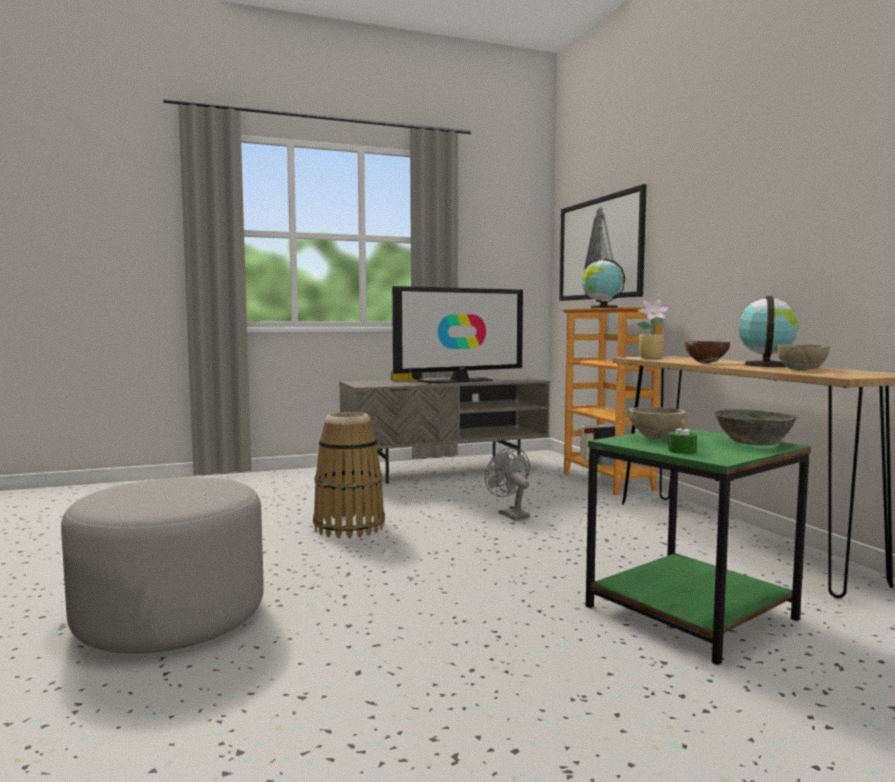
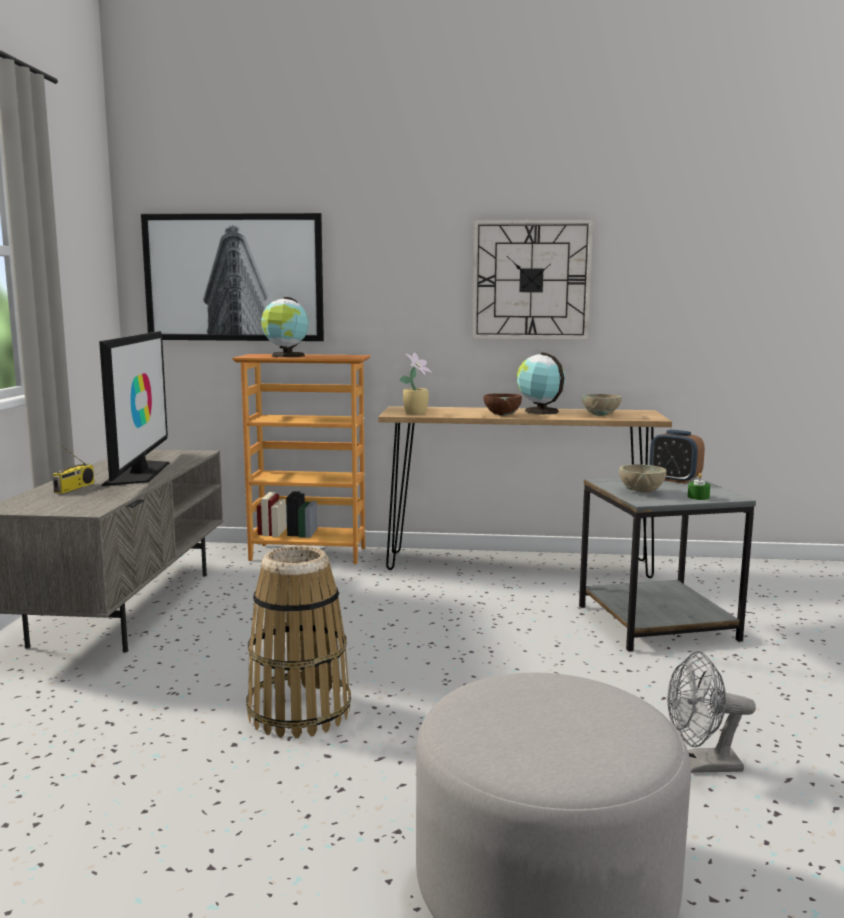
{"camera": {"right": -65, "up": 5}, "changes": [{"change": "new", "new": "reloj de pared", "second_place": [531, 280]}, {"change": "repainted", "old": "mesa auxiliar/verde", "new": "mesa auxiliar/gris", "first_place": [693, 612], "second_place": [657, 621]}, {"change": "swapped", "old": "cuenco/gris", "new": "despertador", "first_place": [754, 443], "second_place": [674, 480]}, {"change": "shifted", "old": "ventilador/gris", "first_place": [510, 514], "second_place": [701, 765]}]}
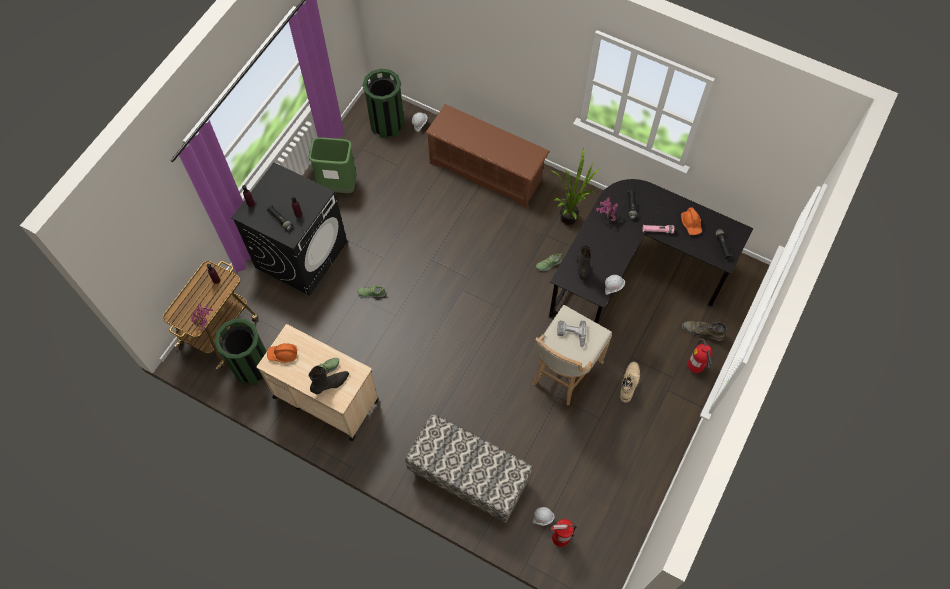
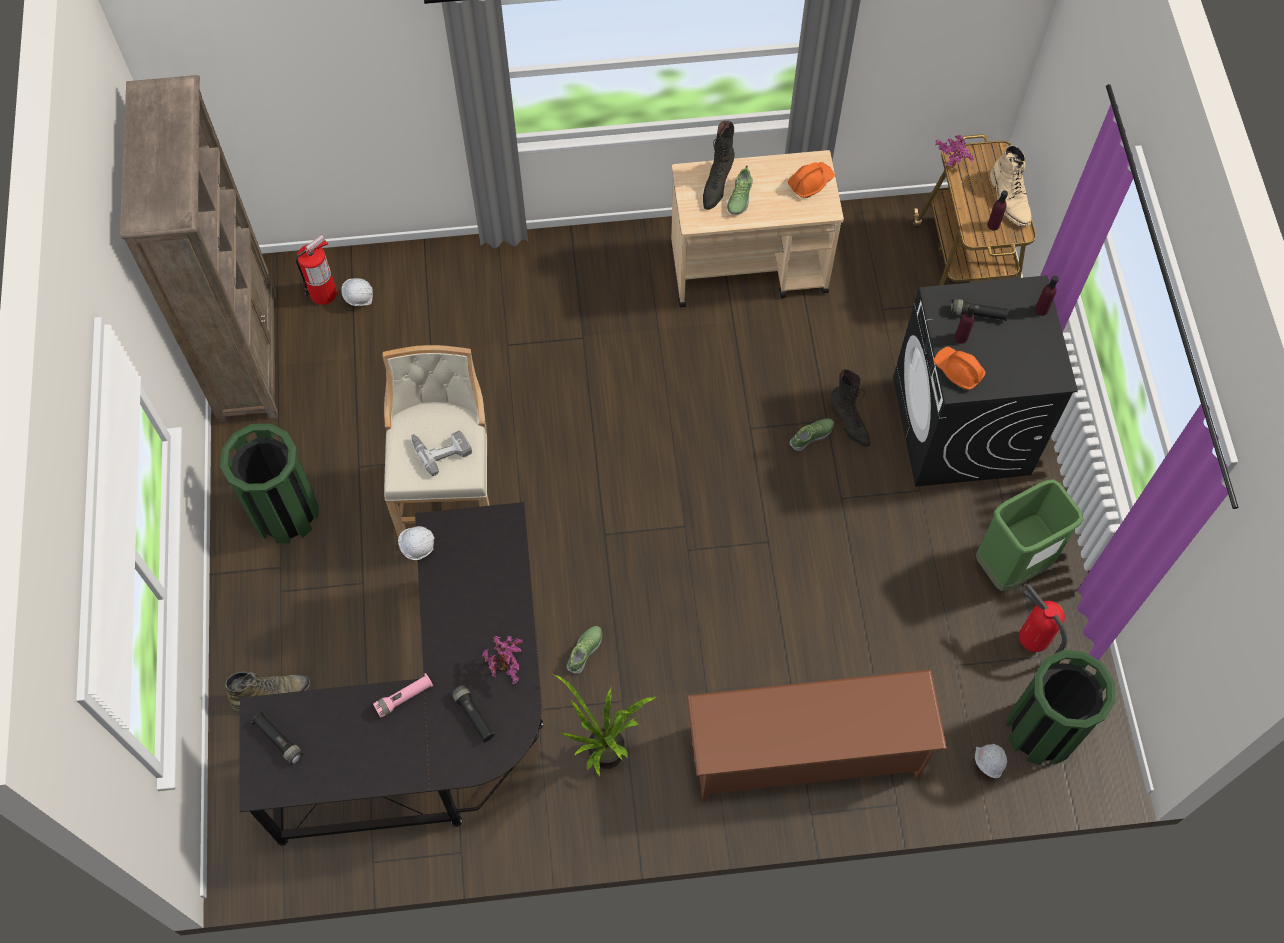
{"camera": {"right": 145, "up": 0}, "changes": [{"change": "new", "new": "estantería/marrón", "second_place": [248, 354]}, {"change": "shifted", "old": "papelera/verde", "first_place": [252, 367], "second_place": [285, 512]}, {"change": "shifted", "old": "bota/negro", "first_place": [582, 265], "second_place": [849, 423]}, {"change": "shifted", "old": "casco/naranja", "first_place": [691, 224], "second_place": [958, 371]}, {"change": "shifted", "old": "bota/beis", "first_place": [629, 382], "second_place": [1009, 198]}, {"change": "shifted", "old": "extintor", "first_place": [695, 367], "second_place": [1030, 642]}, {"change": "gone", "old": "banco", "first_place": [468, 477]}]}
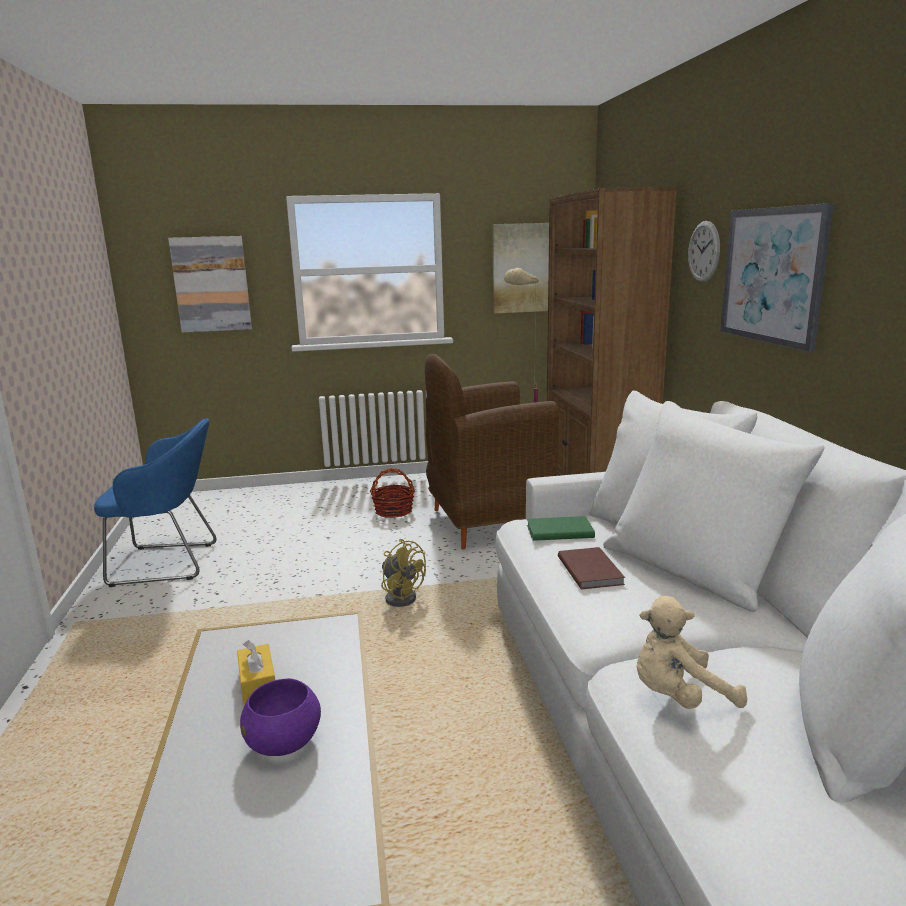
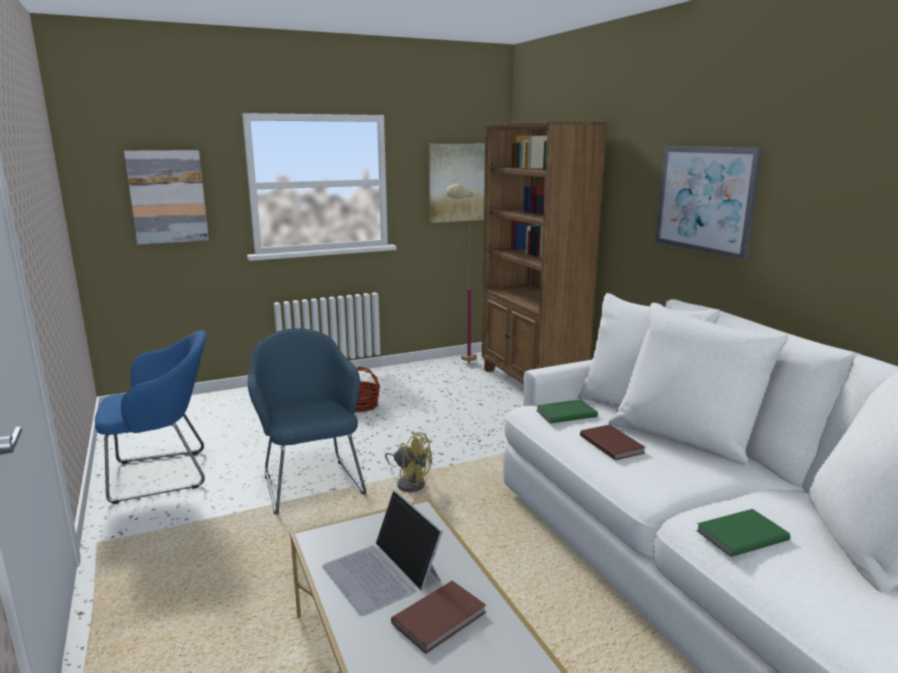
{"camera": {"right": -15, "up": 0}, "changes": [{"change": "new", "new": "sillón/azul", "second_place": [311, 482]}, {"change": "swapped", "old": "caja de pañuelos/amarillo", "new": "portátil", "first_place": [258, 684], "second_place": [382, 573]}, {"change": "swapped", "old": "cuenco/morado", "new": "libro/marrón", "first_place": [284, 743], "second_place": [441, 618]}, {"change": "swapped", "old": "peluche/beis", "new": "libro/verde", "first_place": [679, 697], "second_place": [739, 535]}, {"change": "gone", "old": "sillón/marrón", "first_place": [487, 523]}, {"change": "gone", "old": "reloj de pared", "first_place": [704, 251]}]}
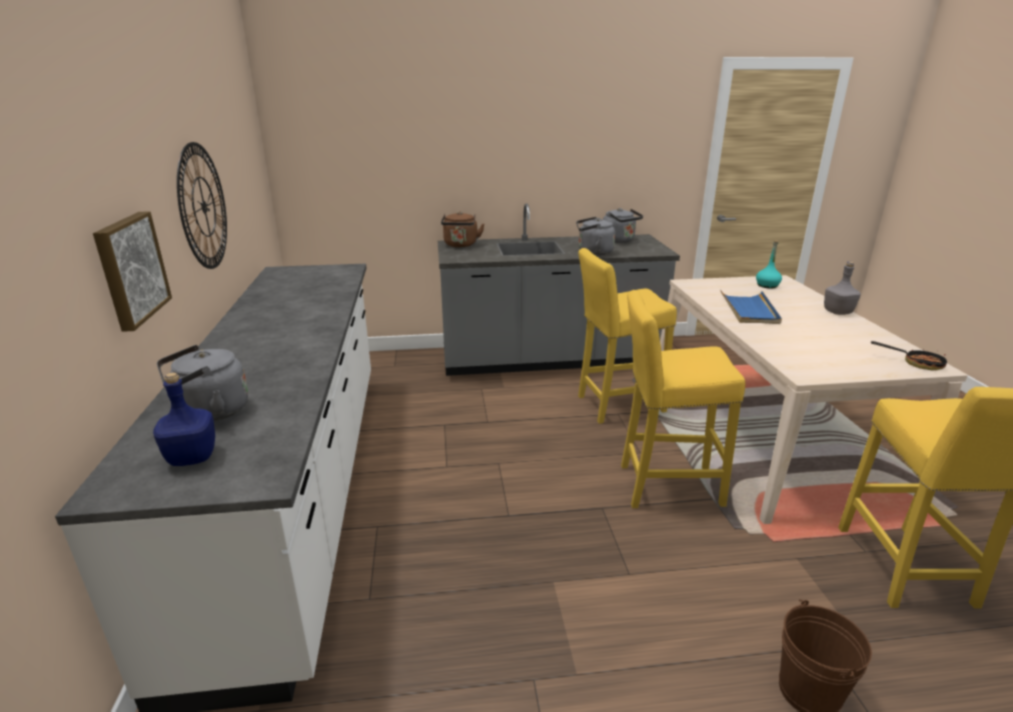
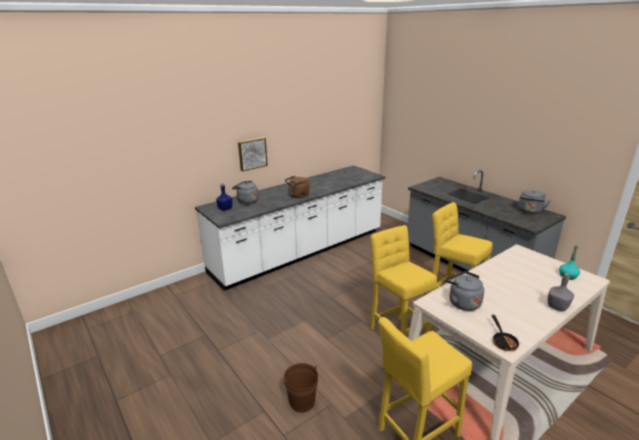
{"camera": {"right": 60, "up": 0}, "changes": [{"change": "shifted", "old": "hervidor/marrón", "first_place": [461, 245], "second_place": [297, 196]}, {"change": "shifted", "old": "hervidor/gris", "first_place": [593, 252], "second_place": [462, 302]}, {"change": "gone", "old": "reloj de pared", "first_place": [203, 207]}, {"change": "gone", "old": "bandeja/azul", "first_place": [749, 310]}]}
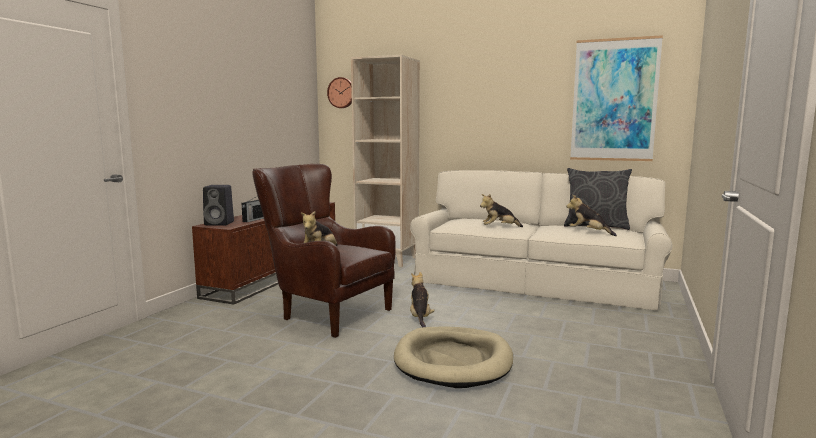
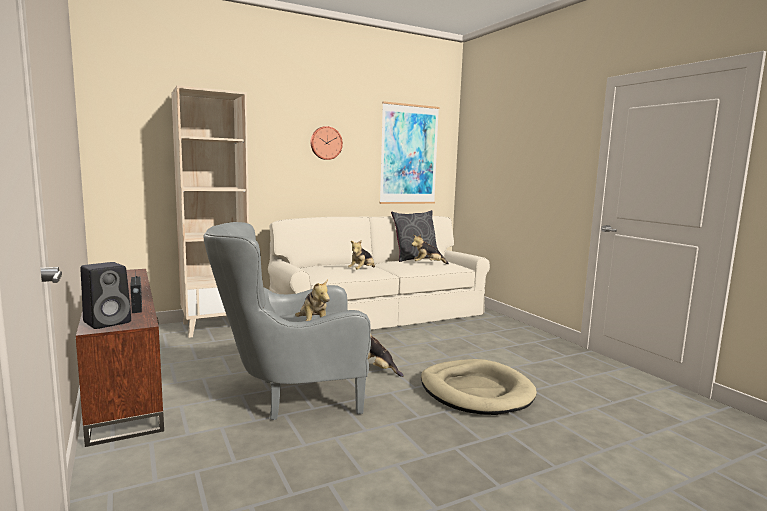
{"camera": {"right": -50, "up": 0}, "changes": [{"change": "repainted", "old": "sillón/marrón", "new": "sillón/gris", "first_place": [324, 312], "second_place": [291, 396]}, {"change": "shifted", "old": "reloj de pared", "first_place": [342, 93], "second_place": [326, 143]}]}
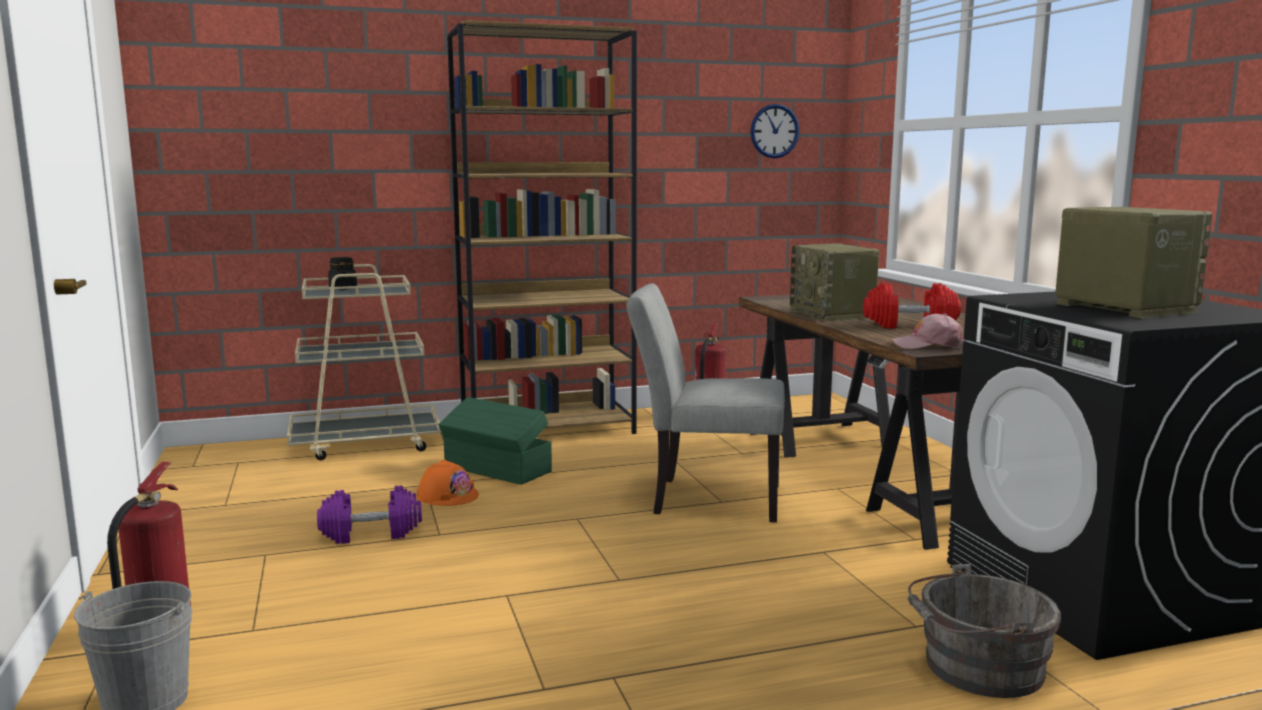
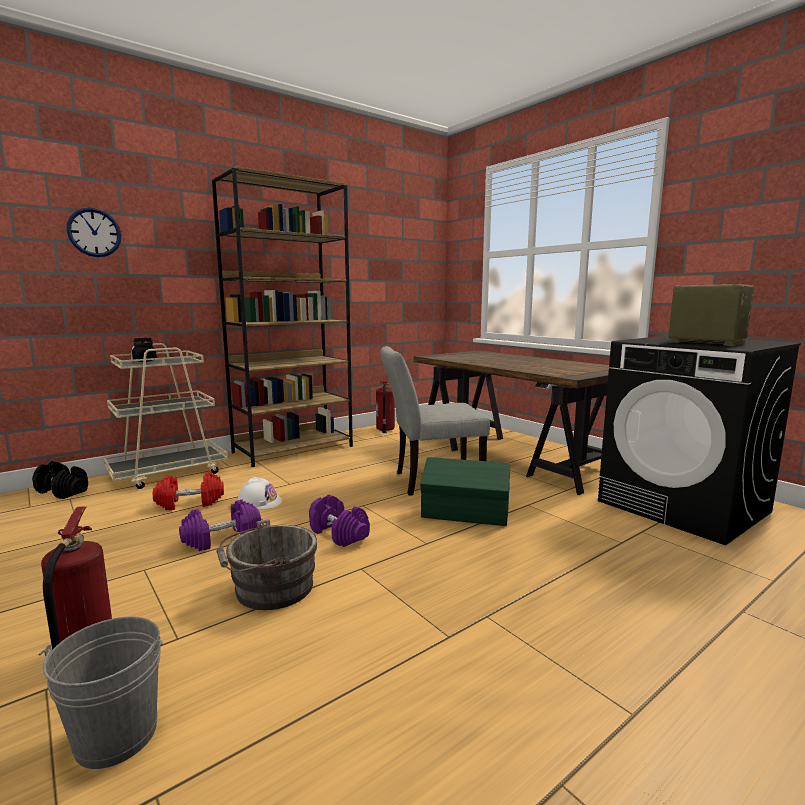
{"camera": {"right": -20, "up": 0}, "changes": [{"change": "new", "new": "mancuerna/negro", "second_place": [62, 491]}, {"change": "shifted", "old": "reloj de pared", "first_place": [774, 131], "second_place": [94, 232]}, {"change": "shifted", "old": "mancuerna/rojo", "first_place": [910, 325], "second_place": [190, 503]}, {"change": "shifted", "old": "cubo/gris", "first_place": [977, 668], "second_place": [269, 589]}, {"change": "repainted", "old": "casco/naranja", "new": "casco/blanco", "first_place": [447, 495], "second_place": [259, 502]}, {"change": "new", "new": "mancuerna/morado", "second_place": [338, 534]}, {"change": "shifted", "old": "caja de almacenaje/verde", "first_place": [497, 469], "second_place": [465, 514]}, {"change": "gone", "old": "radio", "first_place": [833, 314]}, {"change": "gone", "old": "gorra/rosa", "first_place": [928, 345]}]}
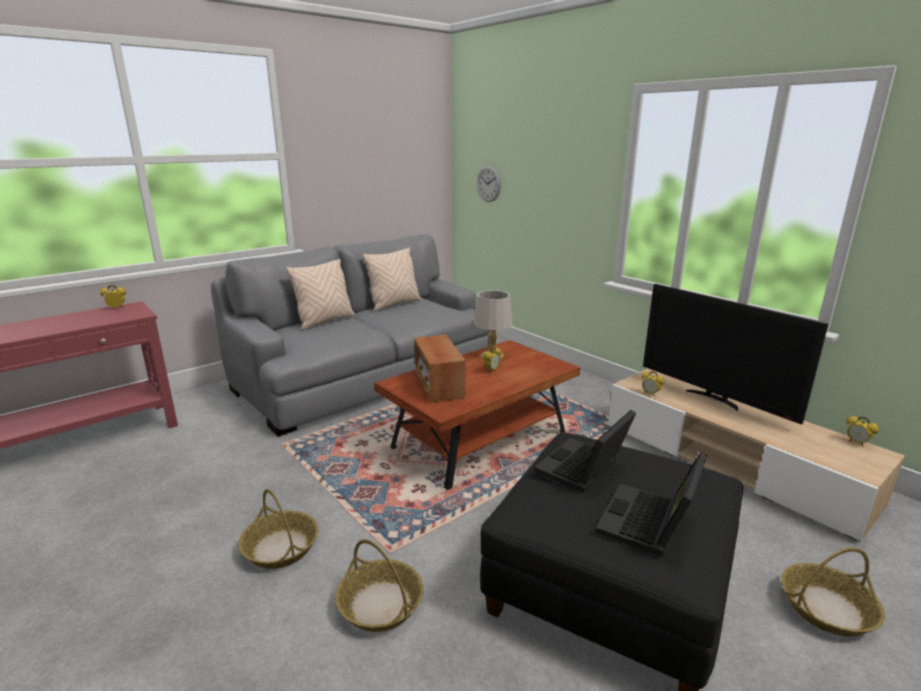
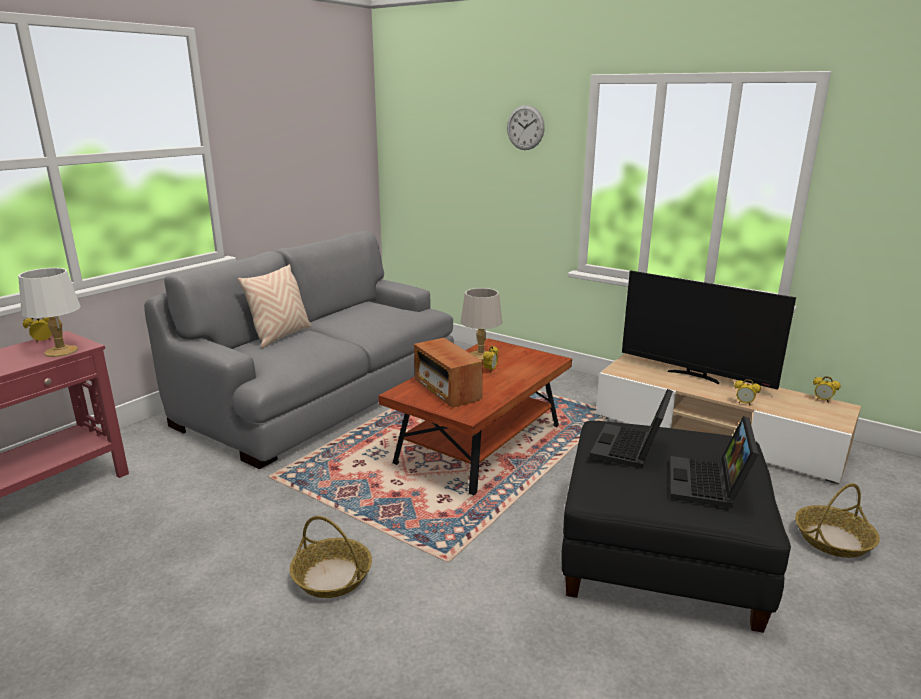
{"camera": {"right": -15, "up": 0}, "changes": [{"change": "new", "new": "lámpara de mesa/blanco", "second_place": [61, 351]}, {"change": "shifted", "old": "reloj de pared", "first_place": [488, 184], "second_place": [525, 127]}, {"change": "shifted", "old": "despertador", "first_place": [650, 394], "second_place": [744, 403]}, {"change": "gone", "old": "cesta", "first_place": [380, 604]}, {"change": "gone", "old": "cojín/beis", "first_place": [394, 304]}]}
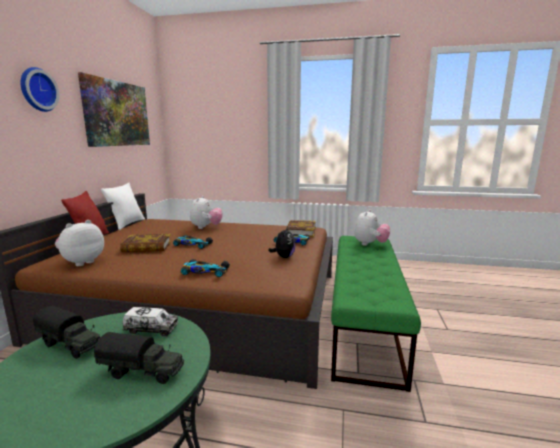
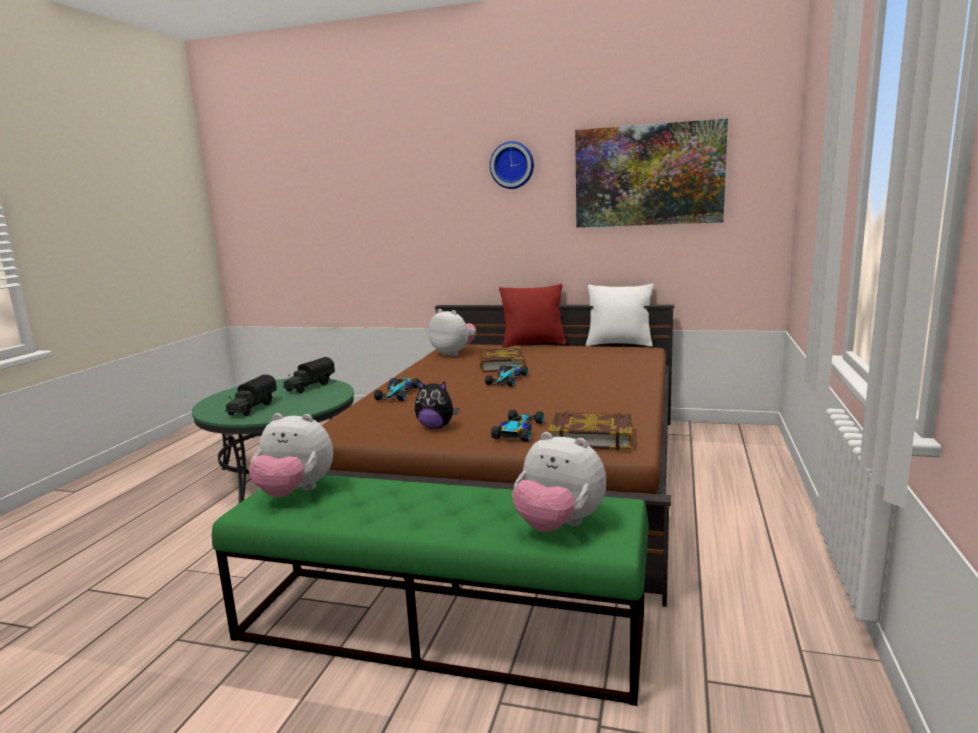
{"camera": {"right": 95, "up": 0}, "changes": [{"change": "shifted", "old": "peluche", "first_place": [206, 227], "second_place": [295, 492]}, {"change": "gone", "old": "camión de juguete", "first_place": [151, 329]}]}
